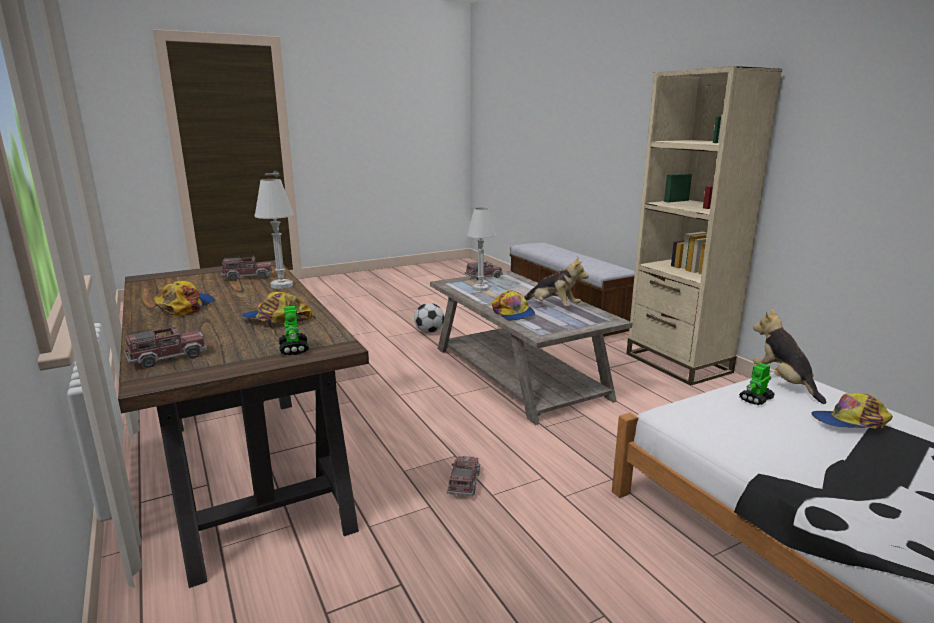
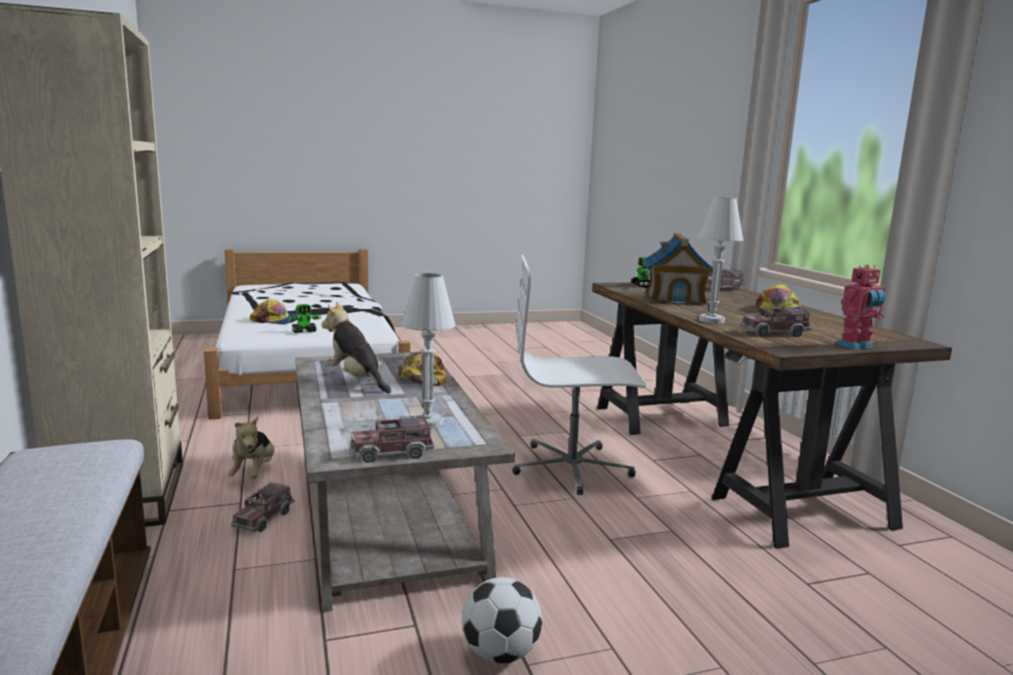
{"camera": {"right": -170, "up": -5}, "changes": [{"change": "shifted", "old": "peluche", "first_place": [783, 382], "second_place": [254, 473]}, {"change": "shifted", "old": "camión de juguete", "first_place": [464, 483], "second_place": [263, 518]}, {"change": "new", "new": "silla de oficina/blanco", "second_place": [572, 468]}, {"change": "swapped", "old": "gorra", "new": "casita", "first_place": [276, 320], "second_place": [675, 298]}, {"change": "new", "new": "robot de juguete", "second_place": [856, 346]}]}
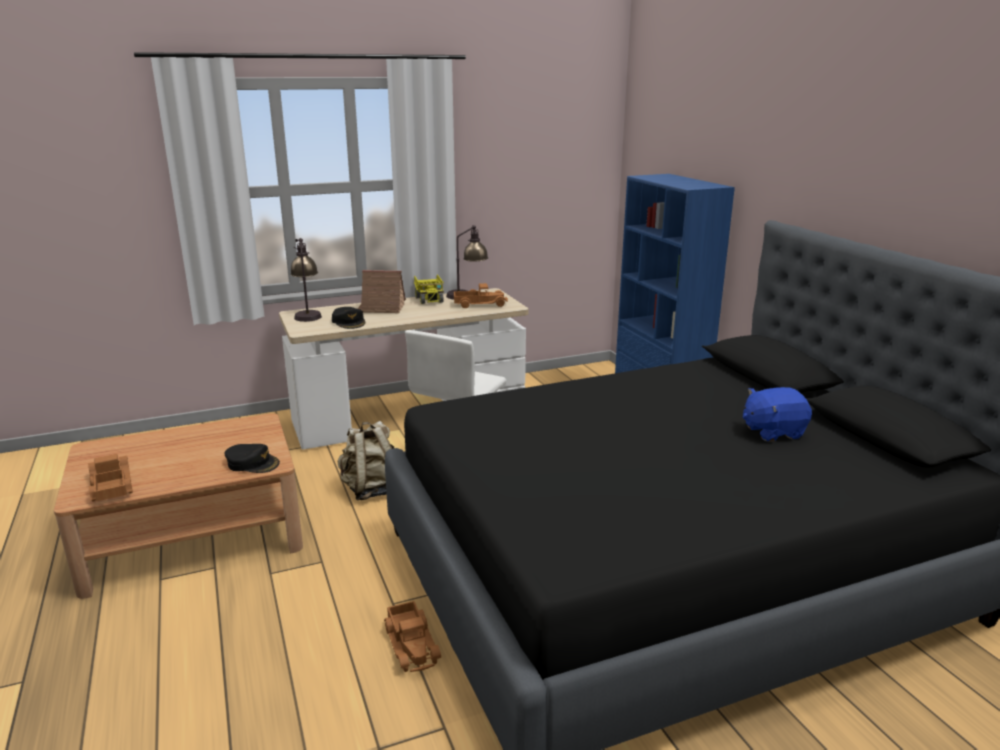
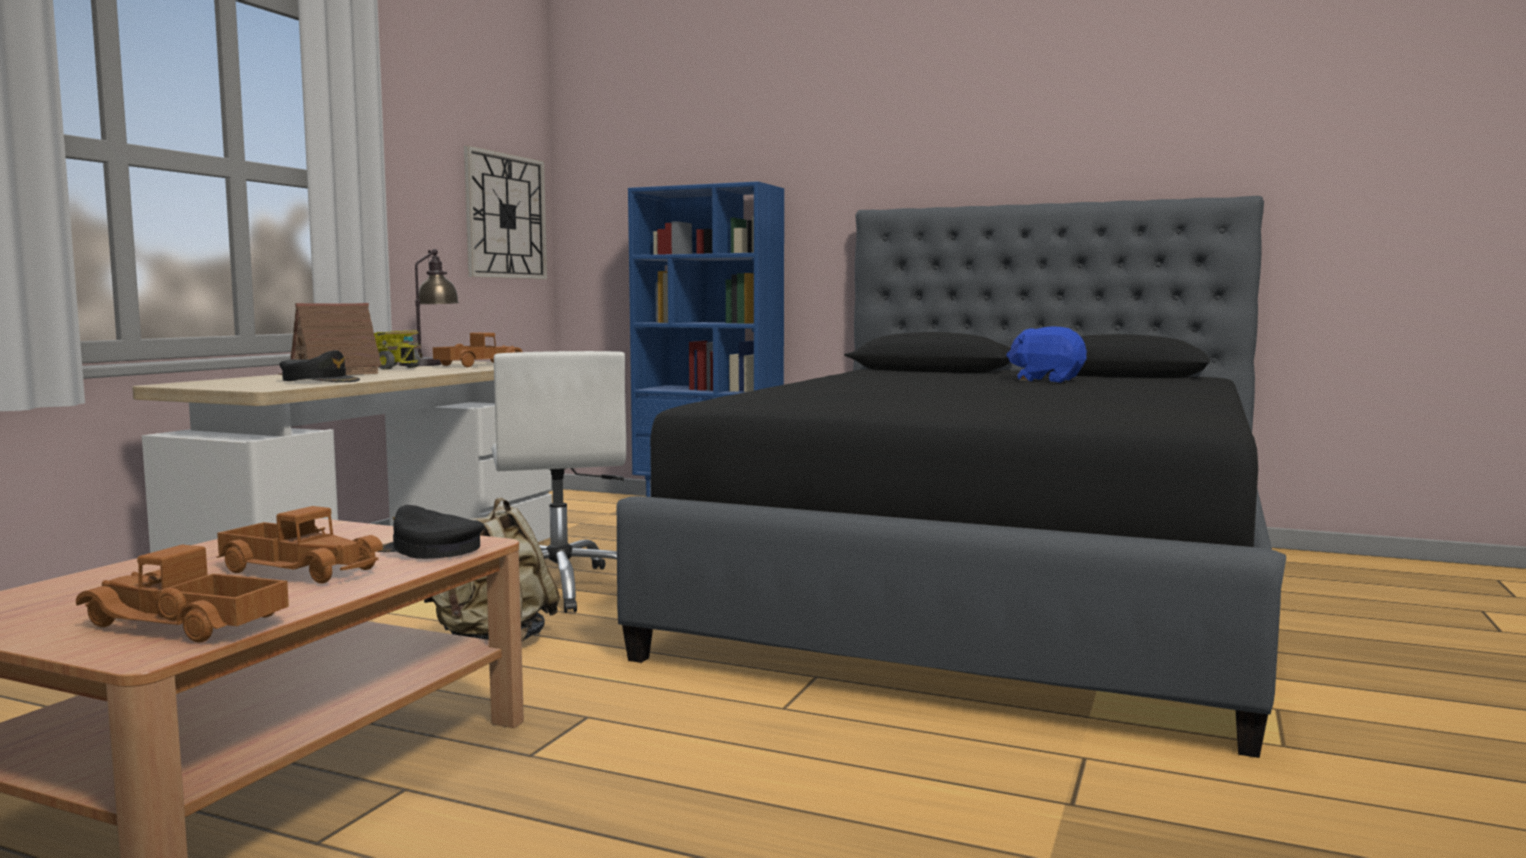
{"camera": {"right": -45, "up": -15}, "changes": [{"change": "shifted", "old": "camión de juguete", "first_place": [412, 644], "second_place": [301, 569]}, {"change": "rotated", "old": "gorra/negro", "first_place": [253, 463], "second_place": [429, 550], "degrees": -135}, {"change": "new", "new": "reloj de pared", "second_place": [505, 216]}, {"change": "rotated", "old": "peluche/azul", "first_place": [772, 431], "second_place": [1047, 380], "degrees": 90}, {"change": "gone", "old": "lámpara de mesa", "first_place": [307, 314]}]}
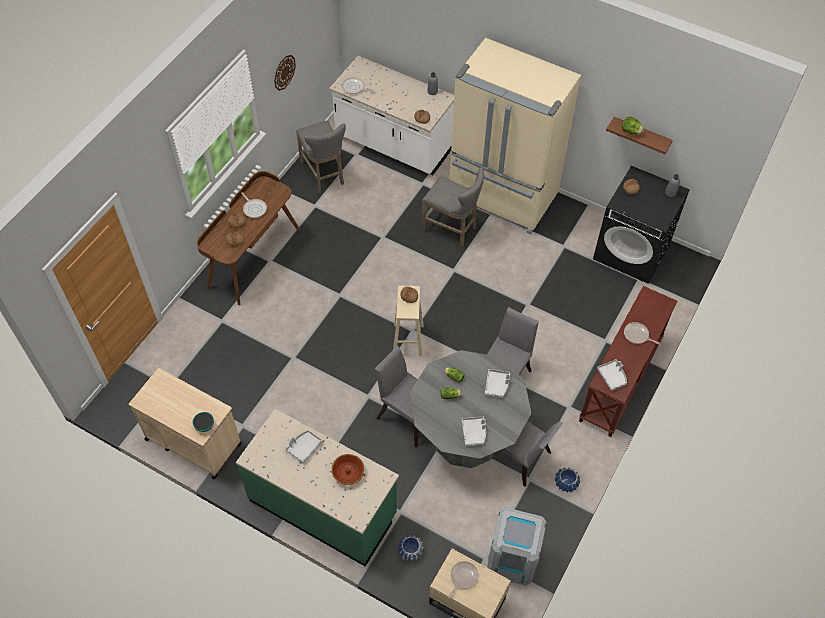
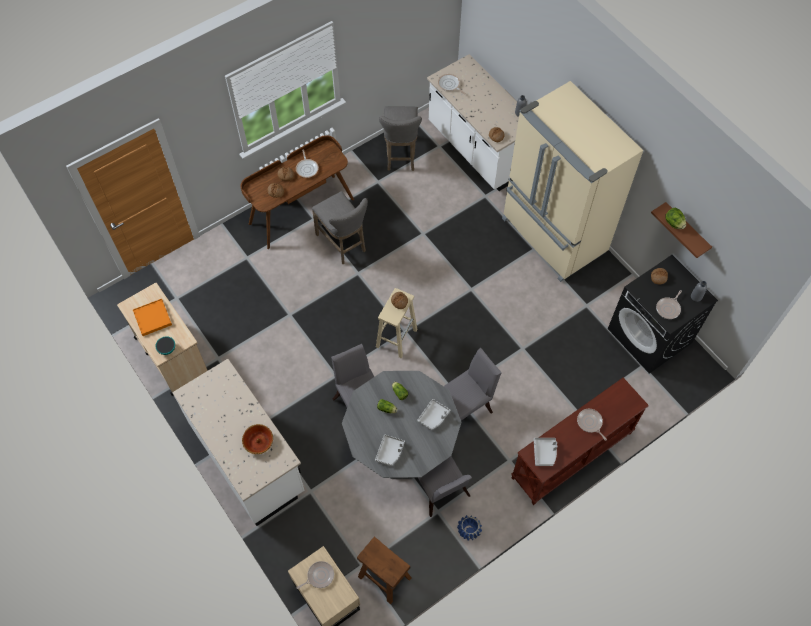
{"camera": {"right": 25, "up": 5}, "changes": [{"change": "new", "new": "bandeja/naranja", "second_place": [153, 318]}, {"change": "repainted", "old": "mueble bajo de cocina/verde", "new": "mueble bajo de cocina/blanco", "first_place": [323, 507], "second_place": [248, 458]}, {"change": "shifted", "old": "taburete/gris", "first_place": [452, 229], "second_place": [343, 244]}, {"change": "swapped", "old": "papelera/gris", "new": "taburete/marrón", "first_place": [512, 559], "second_place": [385, 577]}, {"change": "new", "new": "sartén", "second_place": [668, 308]}, {"change": "gone", "old": "reloj de pared", "first_place": [284, 72]}, {"change": "gone", "old": "bandeja/gris", "first_place": [304, 447]}, {"change": "gone", "old": "maceta/azul", "first_place": [410, 551]}]}
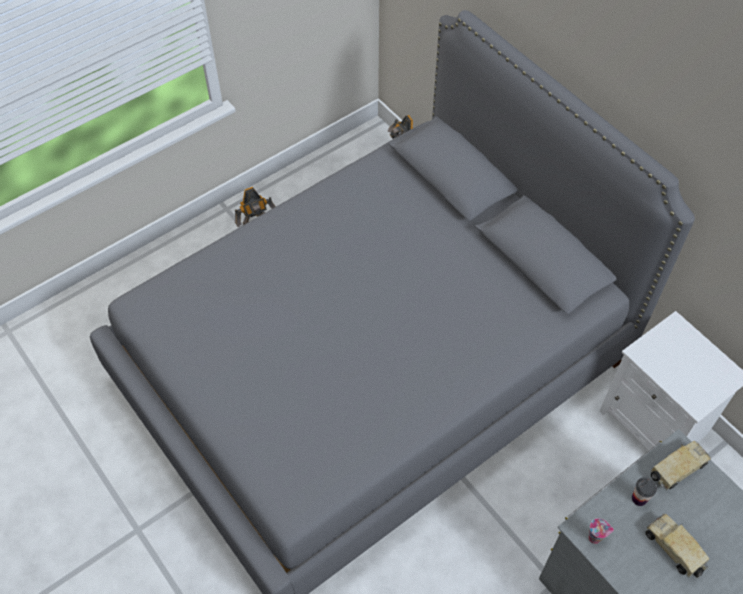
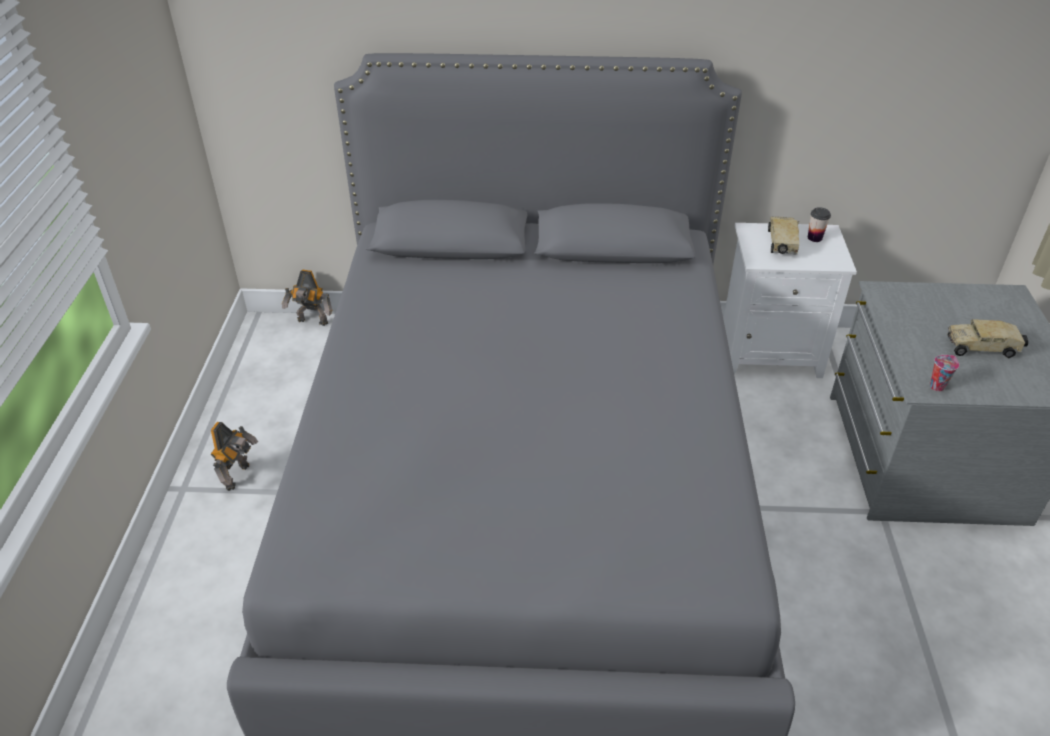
{"camera": {"right": -50, "up": -15}, "changes": [{"change": "shifted", "old": "camión de juguete", "first_place": [676, 470], "second_place": [782, 244]}, {"change": "shifted", "old": "taza", "first_place": [639, 498], "second_place": [814, 238]}]}
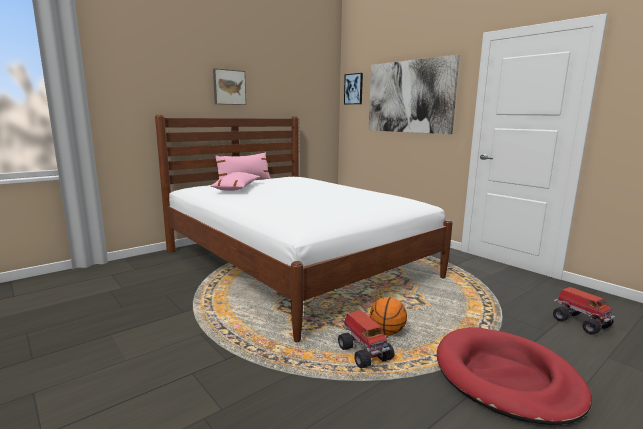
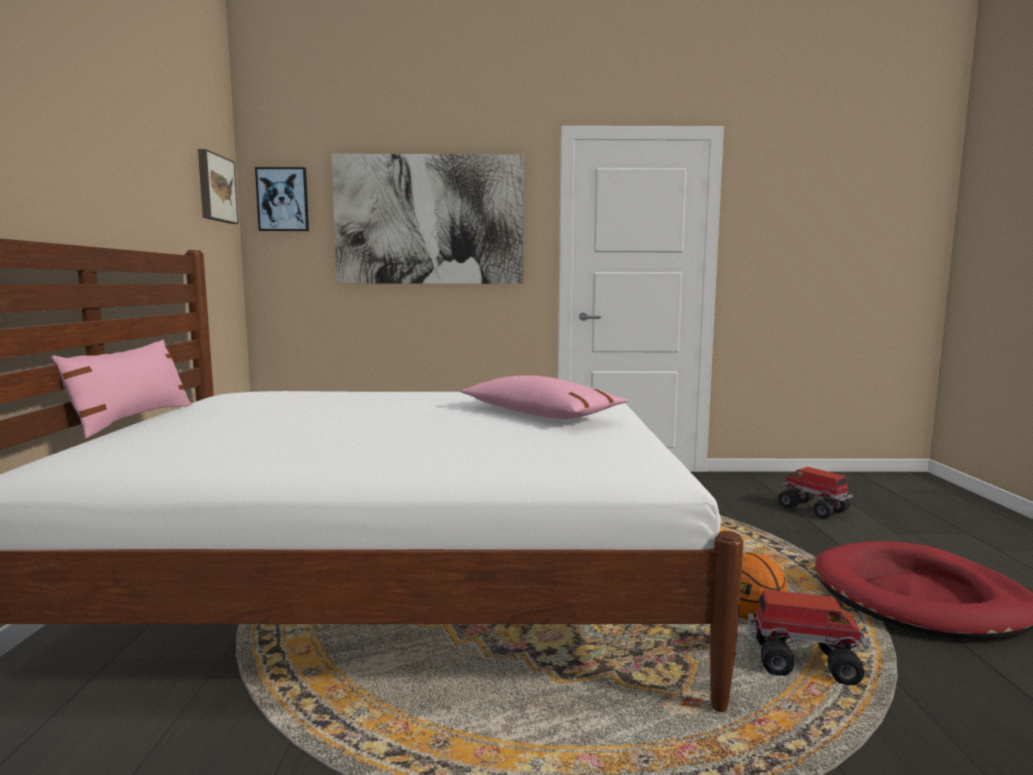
{"camera": {"right": -50, "up": -5}, "changes": [{"change": "shifted", "old": "cuadro", "first_place": [229, 87], "second_place": [215, 188]}, {"change": "shifted", "old": "cojín/rosa", "first_place": [236, 188], "second_place": [540, 414]}, {"change": "rotated", "old": "camión de juguete", "first_place": [580, 323], "second_place": [814, 509], "degrees": -135}]}
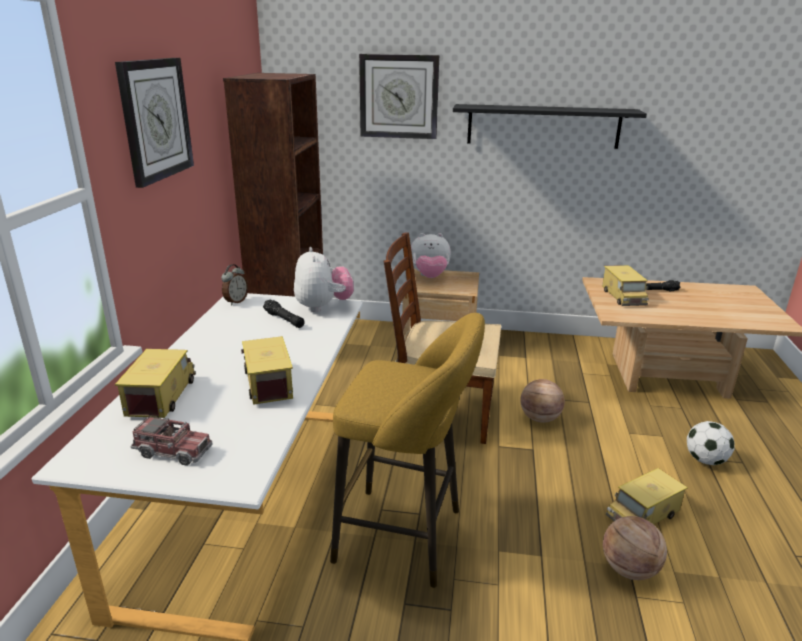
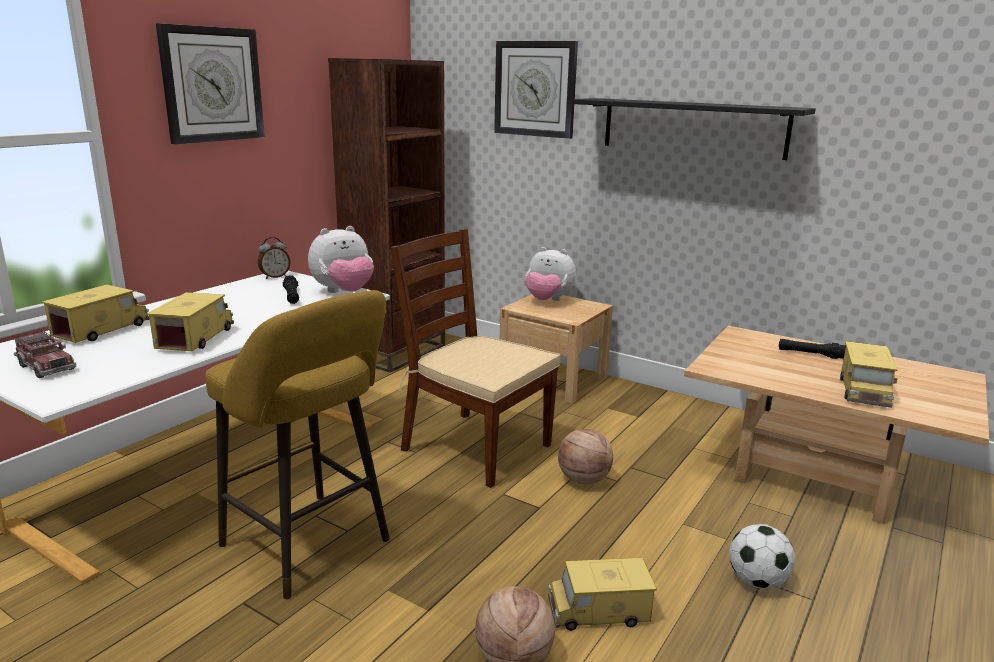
{"camera": {"right": 25, "up": -5}, "changes": [{"change": "rotated", "old": "peluche", "first_place": [323, 307], "second_place": [343, 292], "degrees": 45}, {"change": "shifted", "old": "camión de juguete", "first_place": [623, 297], "second_place": [864, 391]}]}
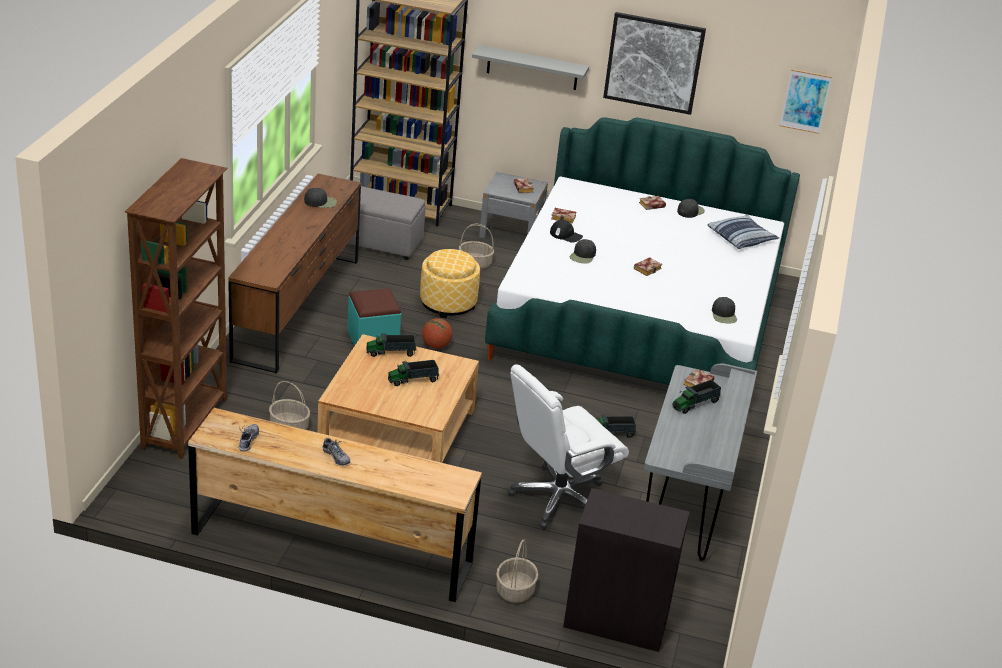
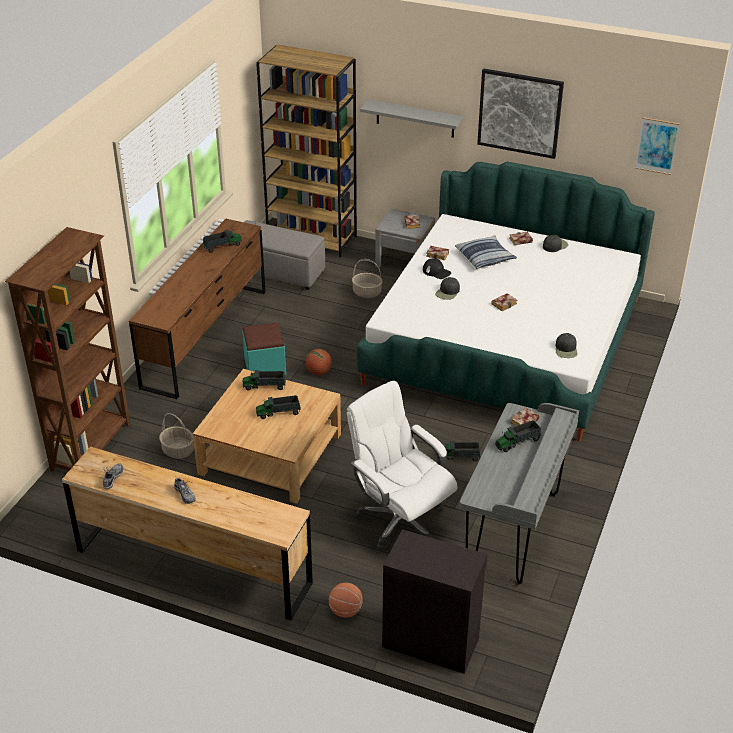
{"camera": {"right": 10, "up": 5}, "changes": [{"change": "swapped", "old": "gorra/negro", "new": "camión de juguete", "first_place": [321, 202], "second_place": [222, 246]}, {"change": "swapped", "old": "cesta", "new": "balón de baloncesto", "first_place": [515, 591], "second_place": [346, 611]}, {"change": "rotated", "old": "silla de oficina/blanco", "first_place": [558, 499], "second_place": [400, 521], "degrees": 75}, {"change": "shifted", "old": "cojín", "first_place": [741, 238], "second_place": [485, 257]}, {"change": "gone", "old": "puf", "first_place": [448, 303]}]}
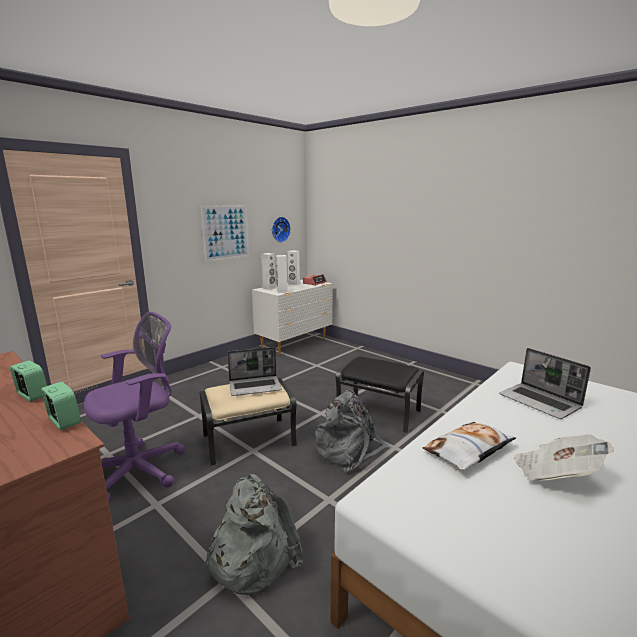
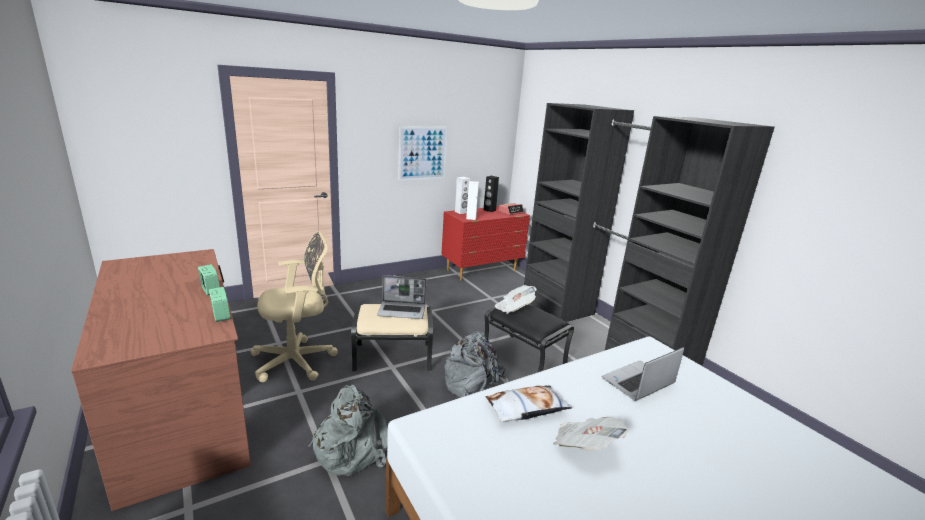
{"camera": {"right": 15, "up": 5}, "changes": [{"change": "repainted", "old": "silla de oficina/morado", "new": "silla de oficina/beis", "first_place": [140, 469], "second_place": [297, 361]}, {"change": "repainted", "old": "cómoda/blanco", "new": "cómoda/rojo", "first_place": [295, 343], "second_place": [482, 270]}, {"change": "repainted", "old": "altavoz/blanco", "new": "altavoz/negro", "first_place": [294, 284], "second_place": [489, 210]}, {"change": "new", "new": "periódico", "second_place": [514, 308]}, {"change": "new", "new": "armario ropero/negro", "second_place": [599, 333]}, {"change": "rotated", "old": "portátil", "first_place": [540, 402], "second_place": [638, 382], "degrees": 75}, {"change": "gone", "old": "reloj de pared", "first_place": [279, 229]}]}
